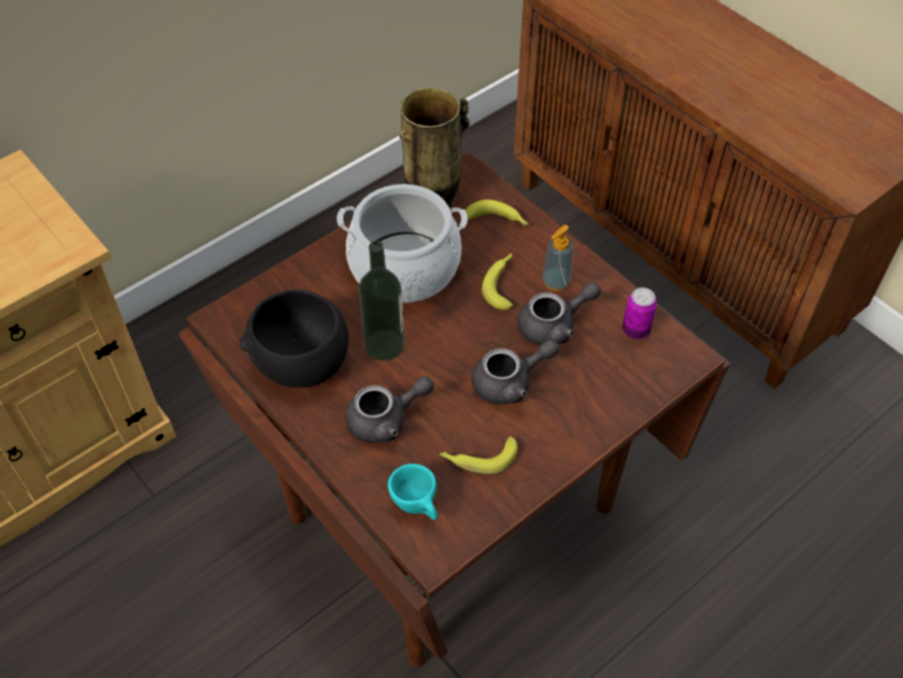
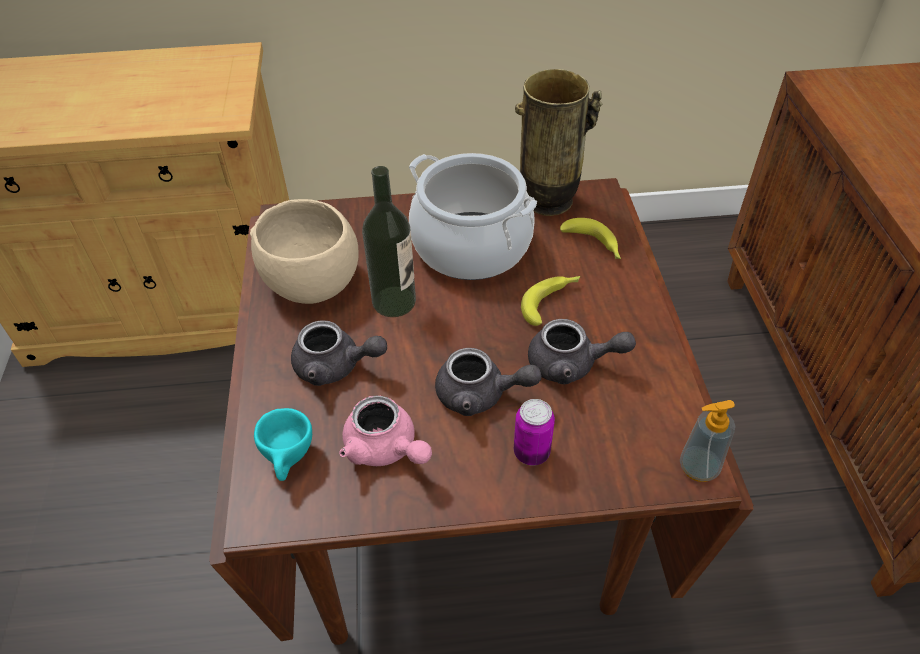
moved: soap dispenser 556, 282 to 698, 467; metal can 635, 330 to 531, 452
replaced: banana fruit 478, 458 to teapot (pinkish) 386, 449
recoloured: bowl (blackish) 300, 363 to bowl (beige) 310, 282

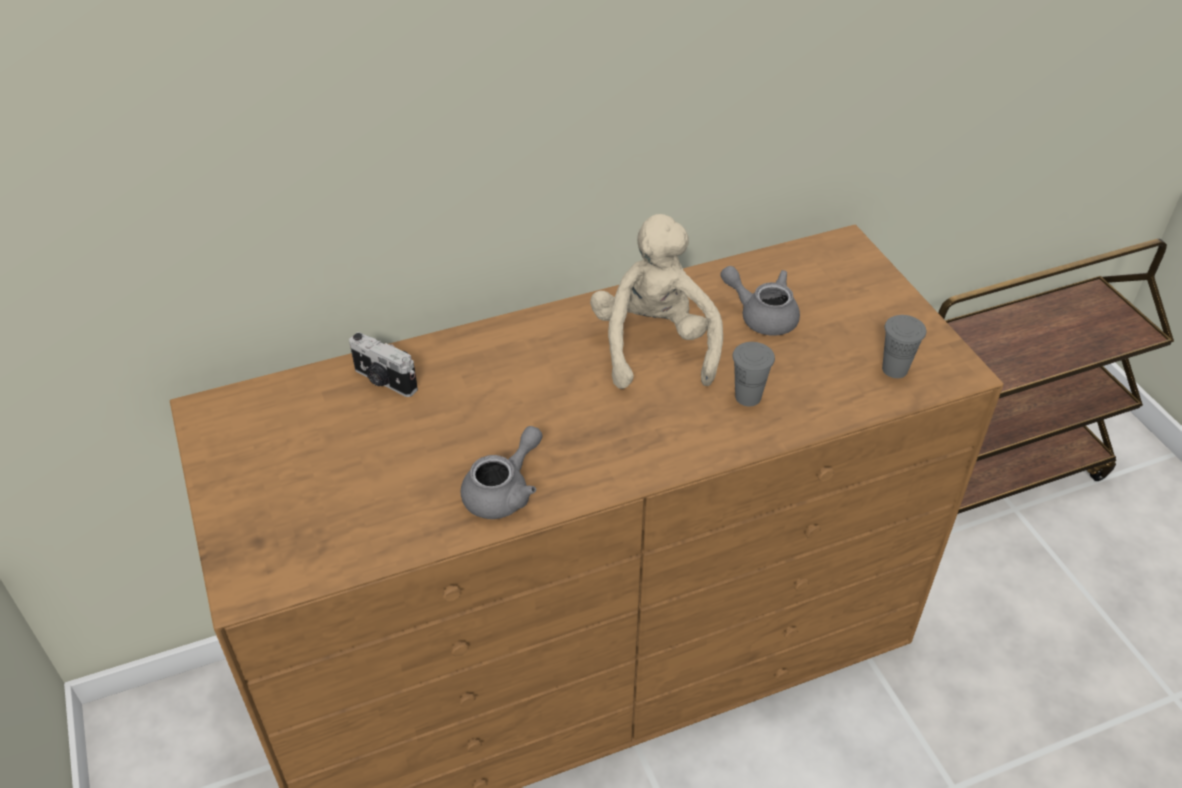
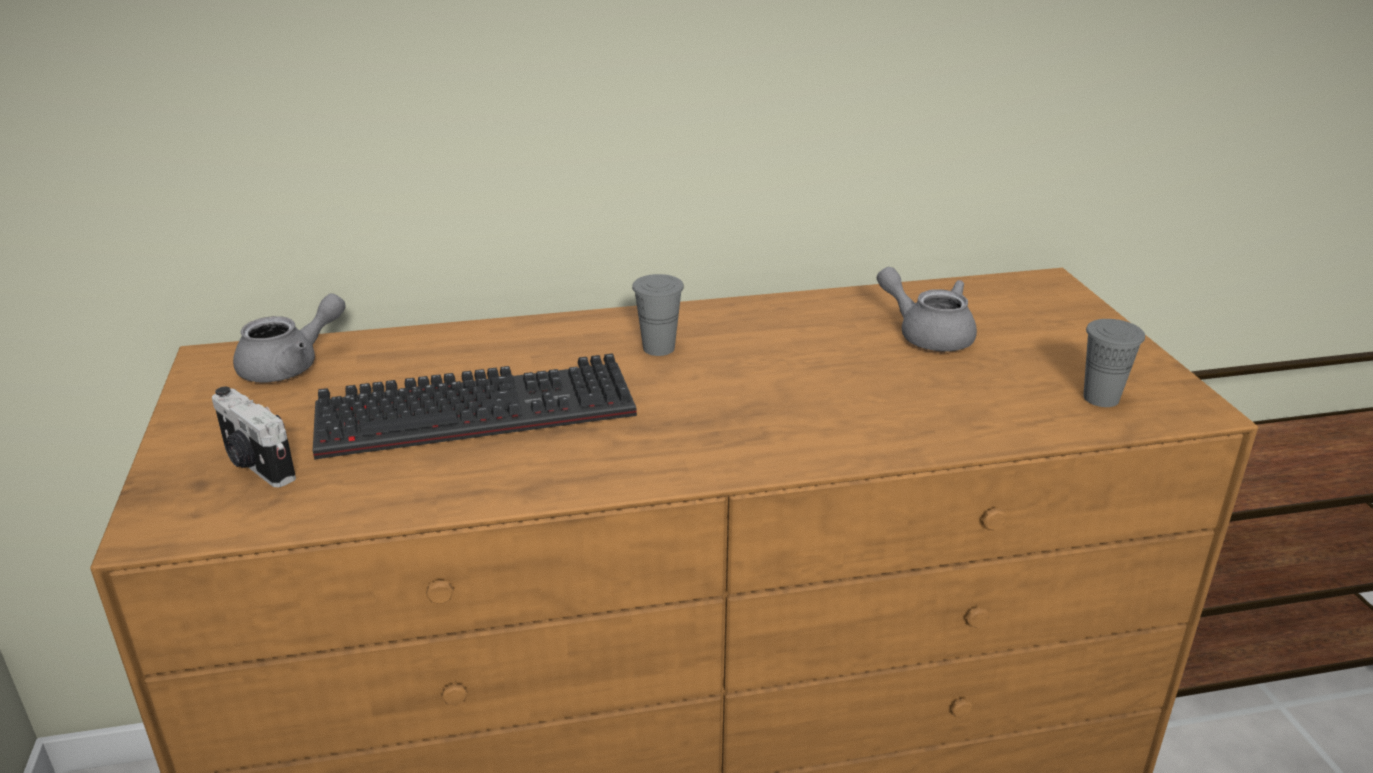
removed: cuddly toy (beige) 654, 345
added: keyboard 481, 409
moved: photo camera 384, 381 to 256, 464; cup (greyish) 748, 397 to 658, 348; teapot (greyish) 504, 491 to 291, 366

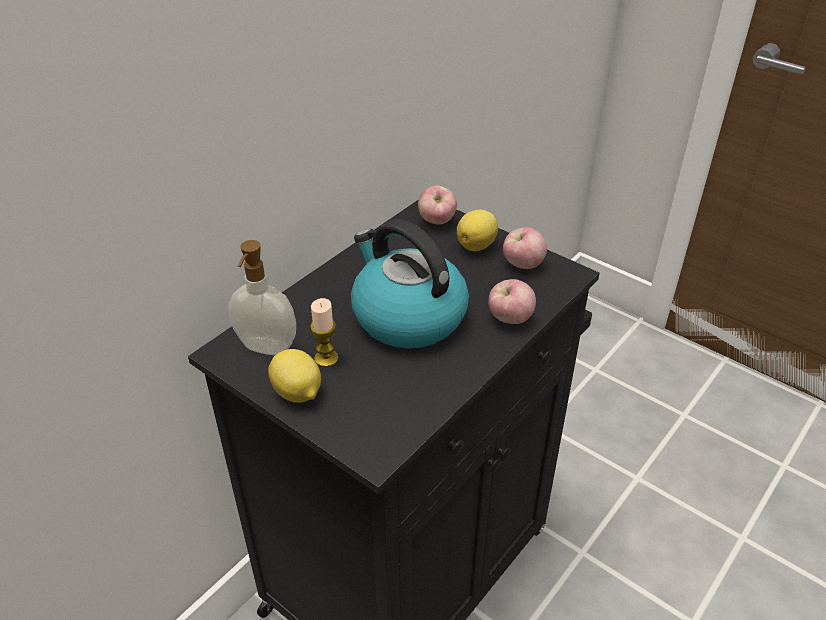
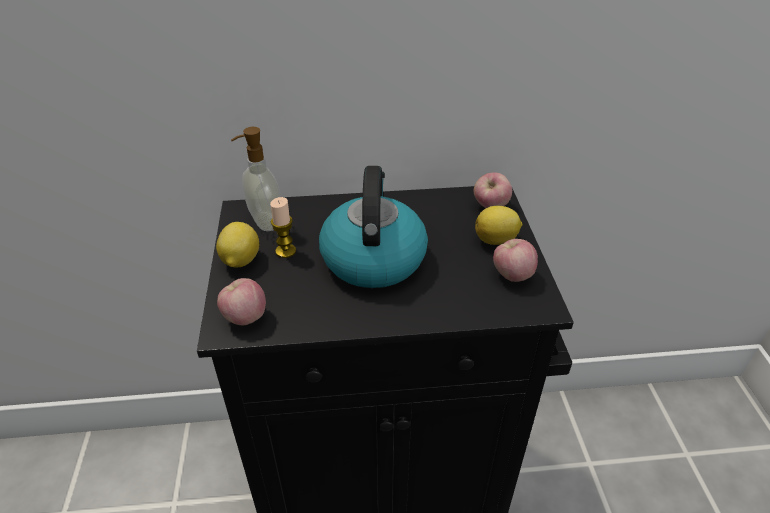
moved: whole apple 510, 319 to 245, 317

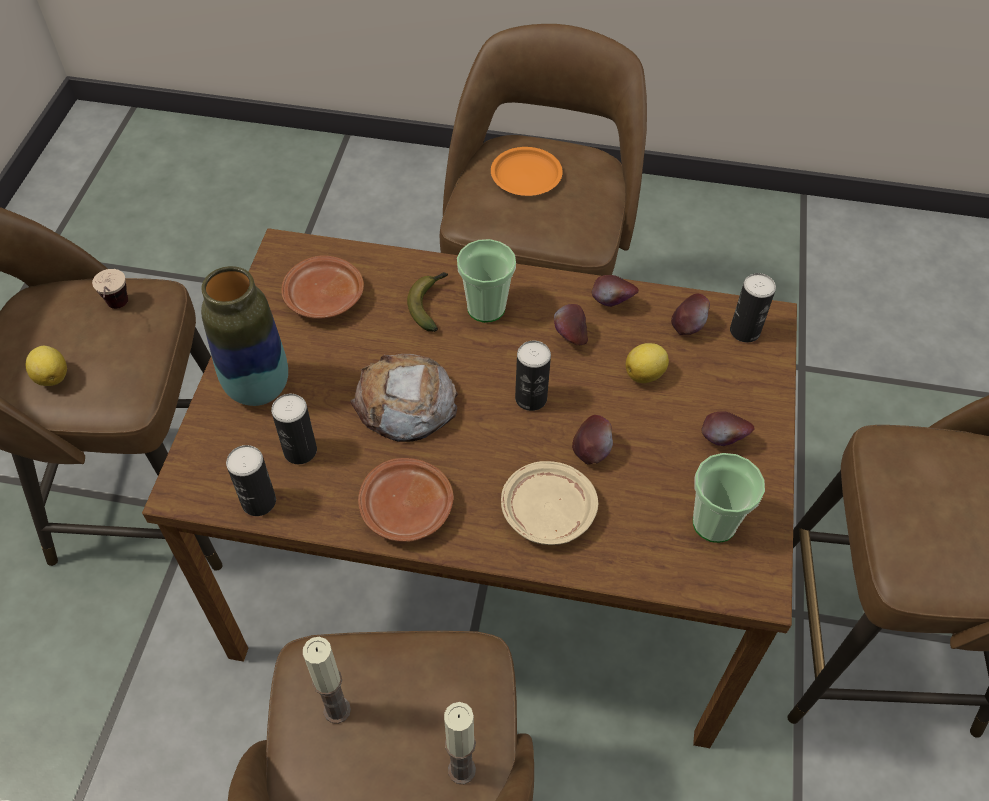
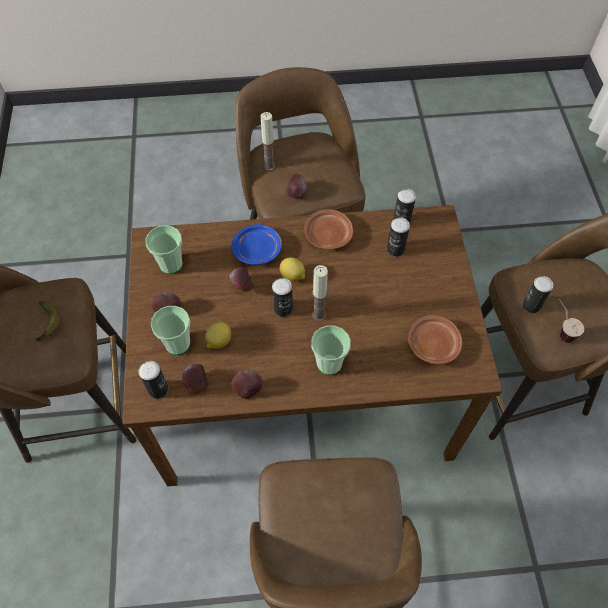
removed: flat dish (orange-coloured) 526, 175; flower vase 258, 388; bakery bread 405, 403
added: metal can 531, 305; cup 177, 344
moved: banana fruit 430, 304 to 48, 324; whole apple 569, 338 to 296, 193; citrus fruit 52, 376 to 293, 276; wax candle 337, 710 to 319, 315
recoloured: flat dish (beige) 546, 511 to flat dish (blue-coloured) 258, 250

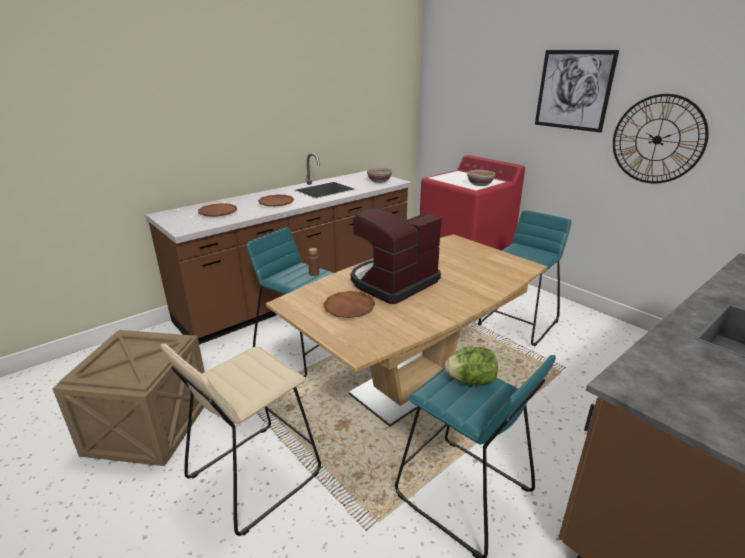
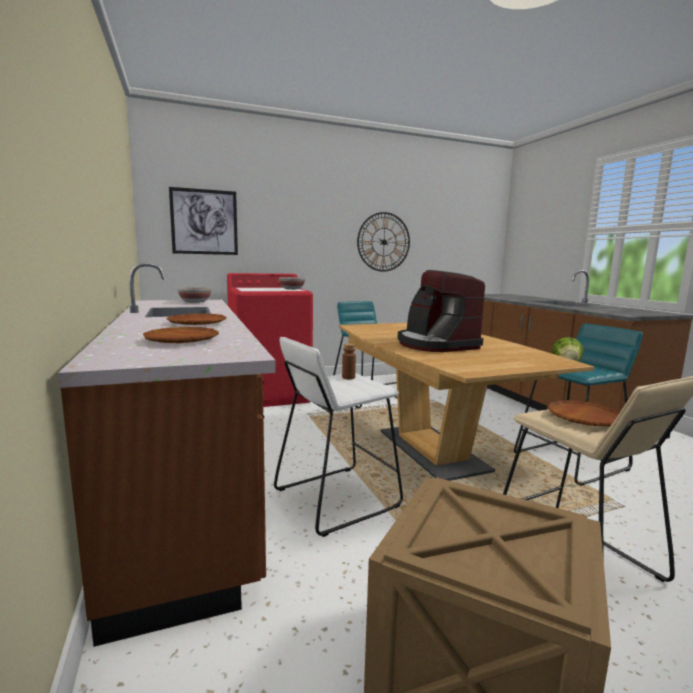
moved: picture 573, 90 to 204, 222; flat dish (brown) 349, 308 to 583, 418
recoloured: sitting stool (turquoise) 302, 350 to sitting stool (white) 336, 498

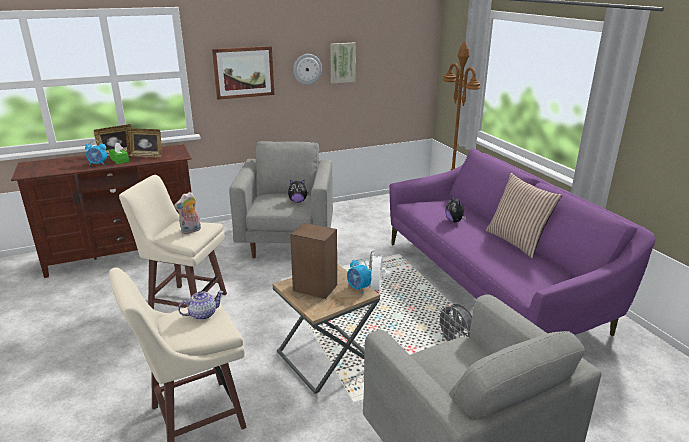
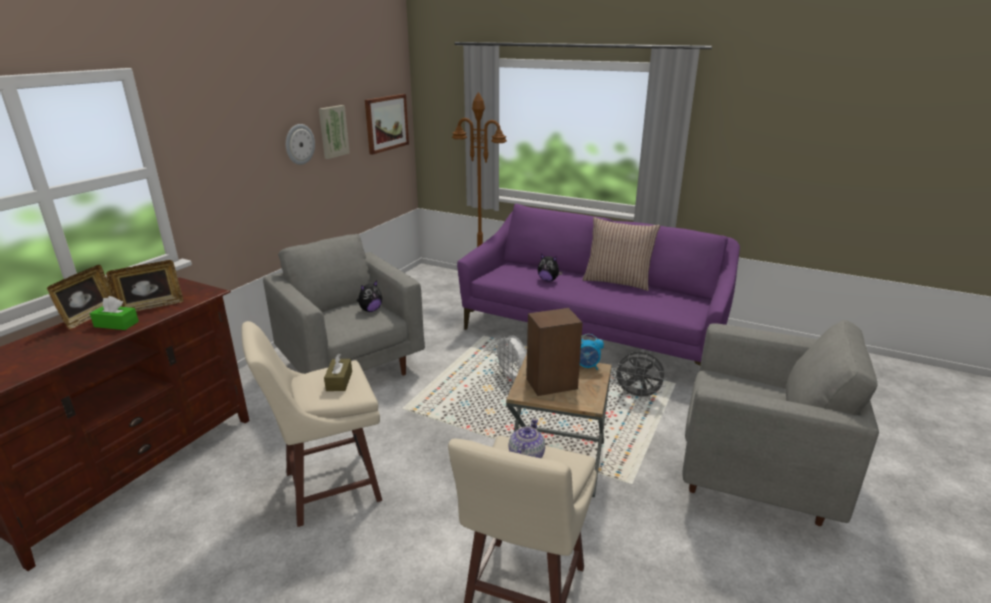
removed: alarm clock 98, 164
moved: picture 243, 72 to 386, 123
replaced: cuddly toy 191, 231 to tissue holder (brown) 339, 381

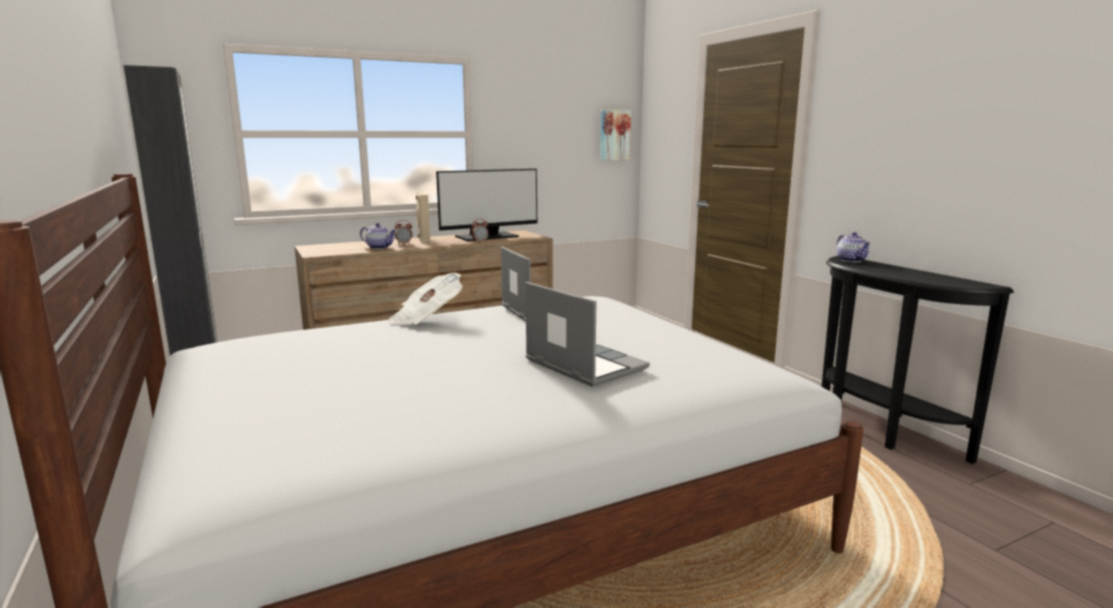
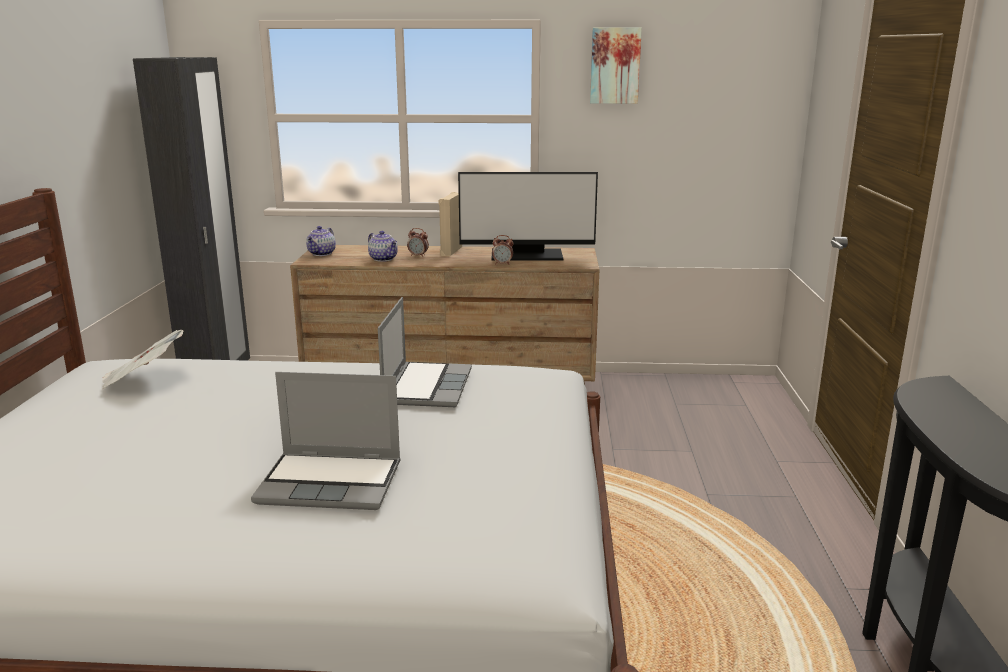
moved: picture 614, 135 to 615, 65; teapot 852, 260 to 322, 254; printed paper 426, 318 to 143, 380
turned: portable computer 583, 365 = 332, 482 105 degrees clockwise

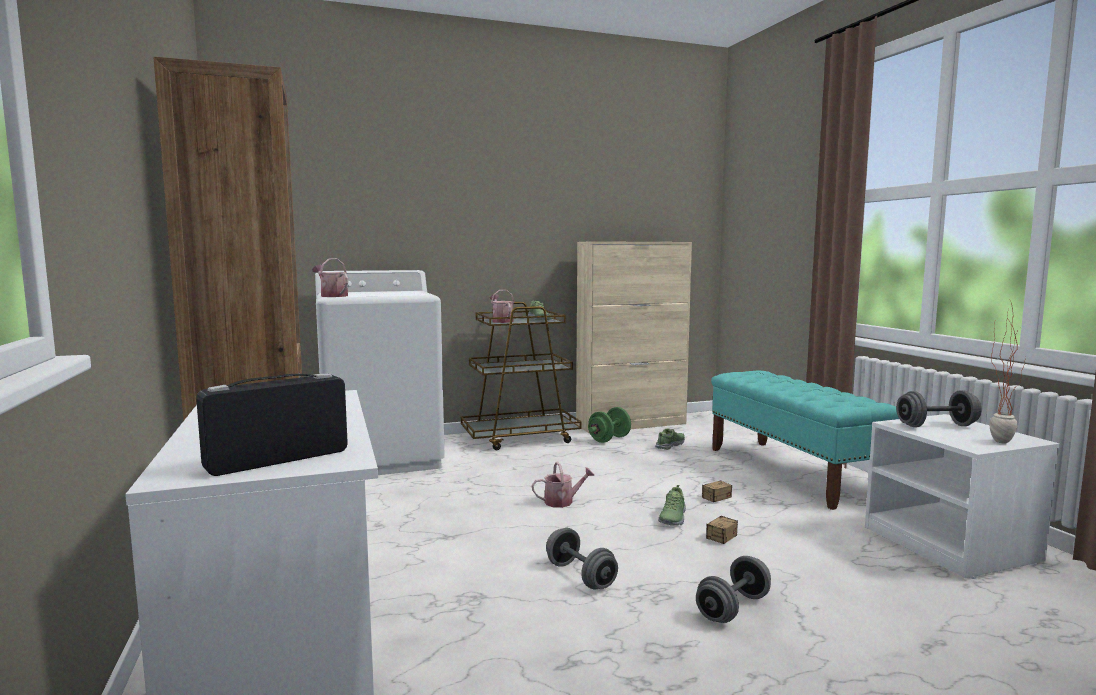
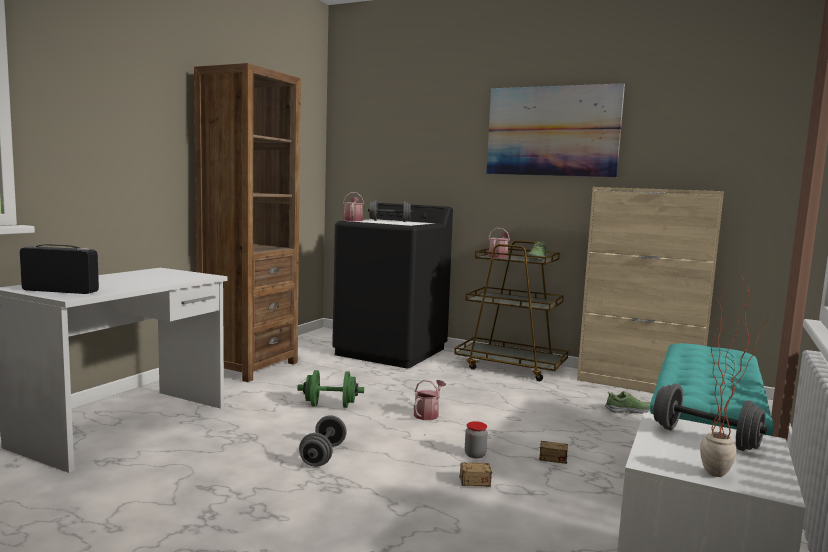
added: picture 552, 131
moved: hand weight (green-coloured) 609, 439 to 330, 405; hand weight (greyish) 733, 608 to 389, 221
replaced: low shoe 672, 518 to jar 475, 455
recoloured: laundry appliance (white) 382, 457 to laundry appliance (blackish) 391, 351
turned: sprinkling can 563, 501 = 428, 414 90 degrees counterclockwise

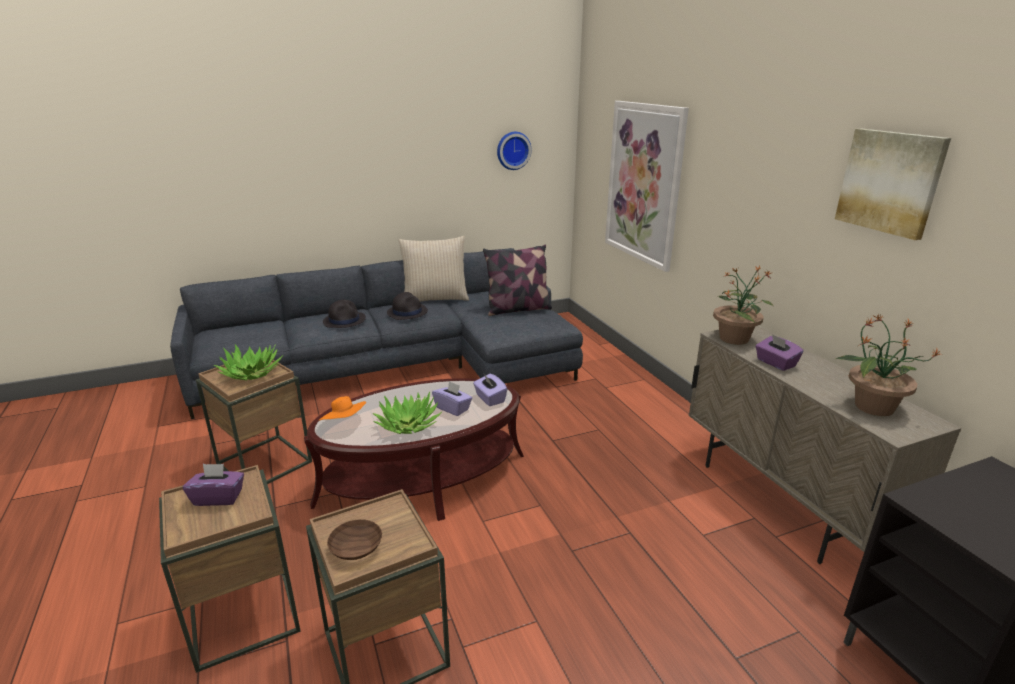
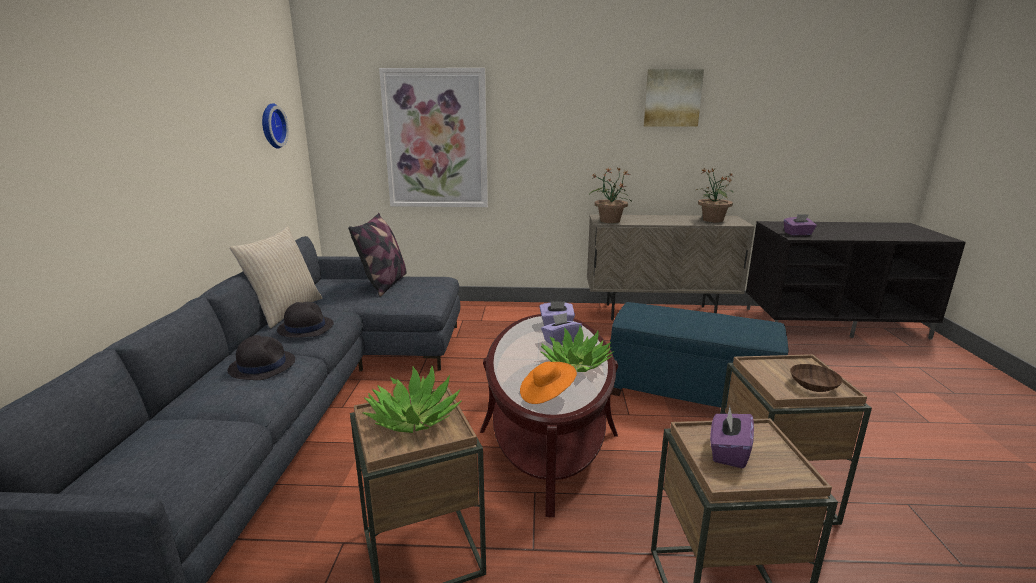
added: pouffe (blue-coloured) 690, 392
moved: tissue holder (purple) 775, 363 to 798, 234

